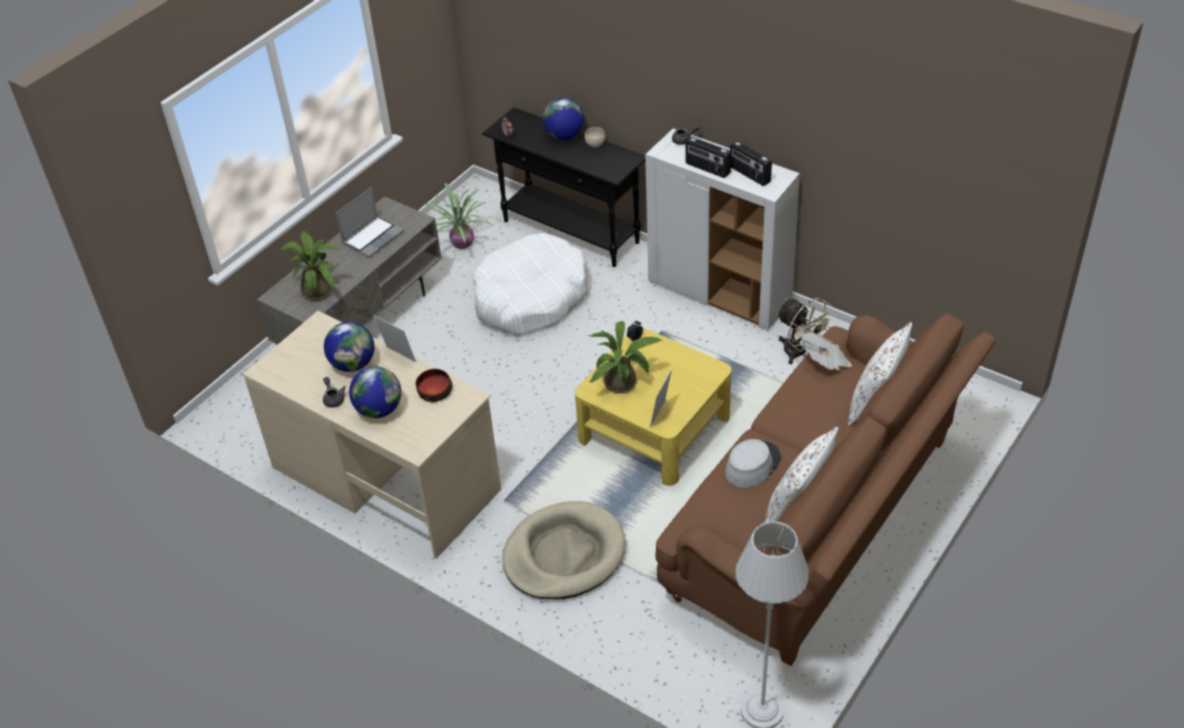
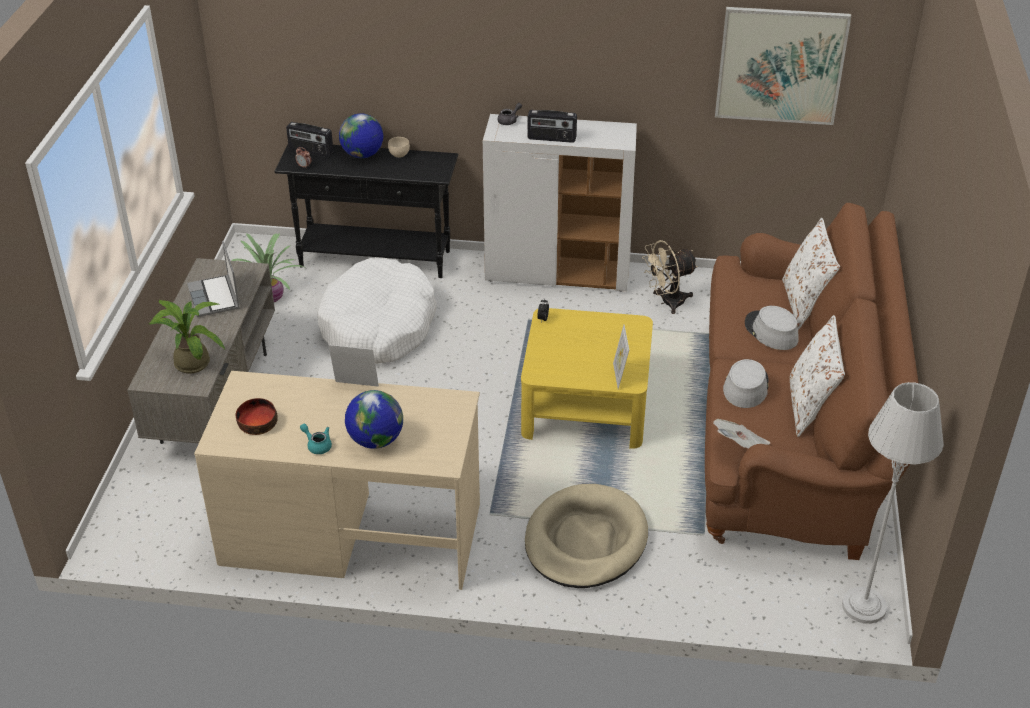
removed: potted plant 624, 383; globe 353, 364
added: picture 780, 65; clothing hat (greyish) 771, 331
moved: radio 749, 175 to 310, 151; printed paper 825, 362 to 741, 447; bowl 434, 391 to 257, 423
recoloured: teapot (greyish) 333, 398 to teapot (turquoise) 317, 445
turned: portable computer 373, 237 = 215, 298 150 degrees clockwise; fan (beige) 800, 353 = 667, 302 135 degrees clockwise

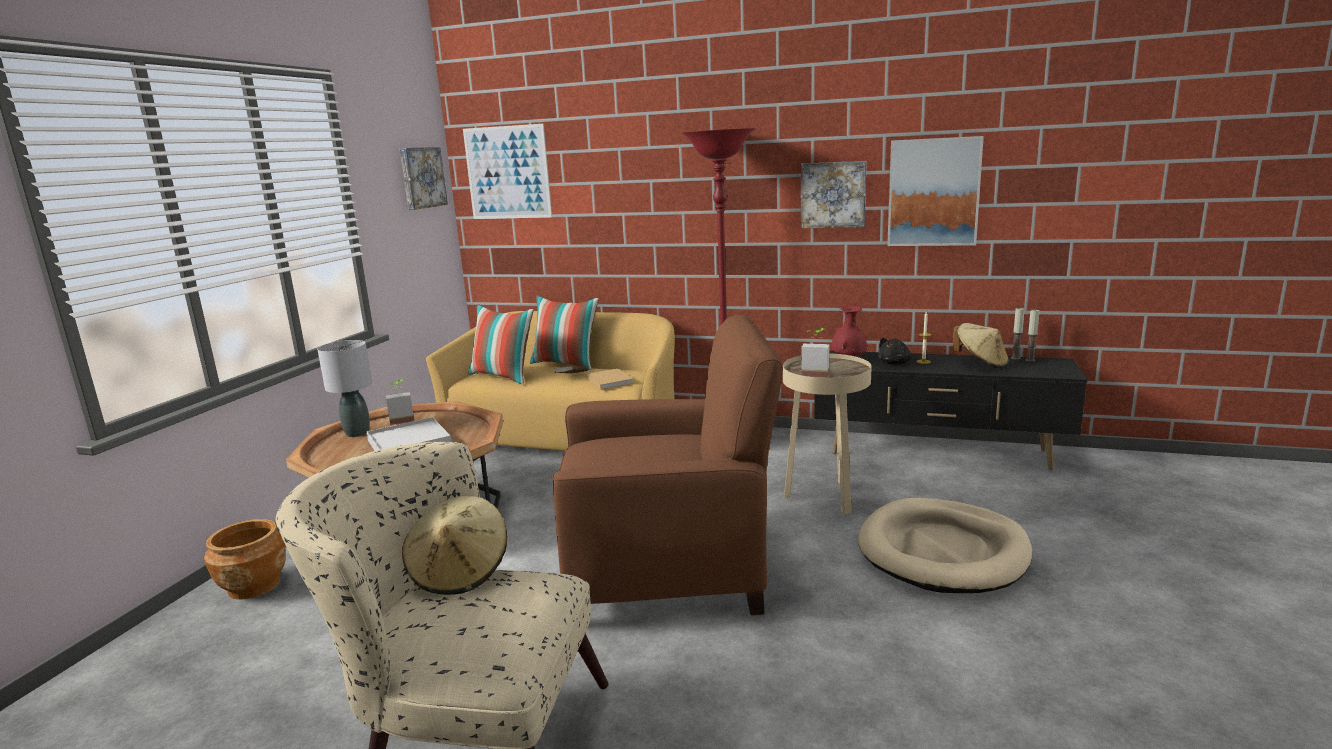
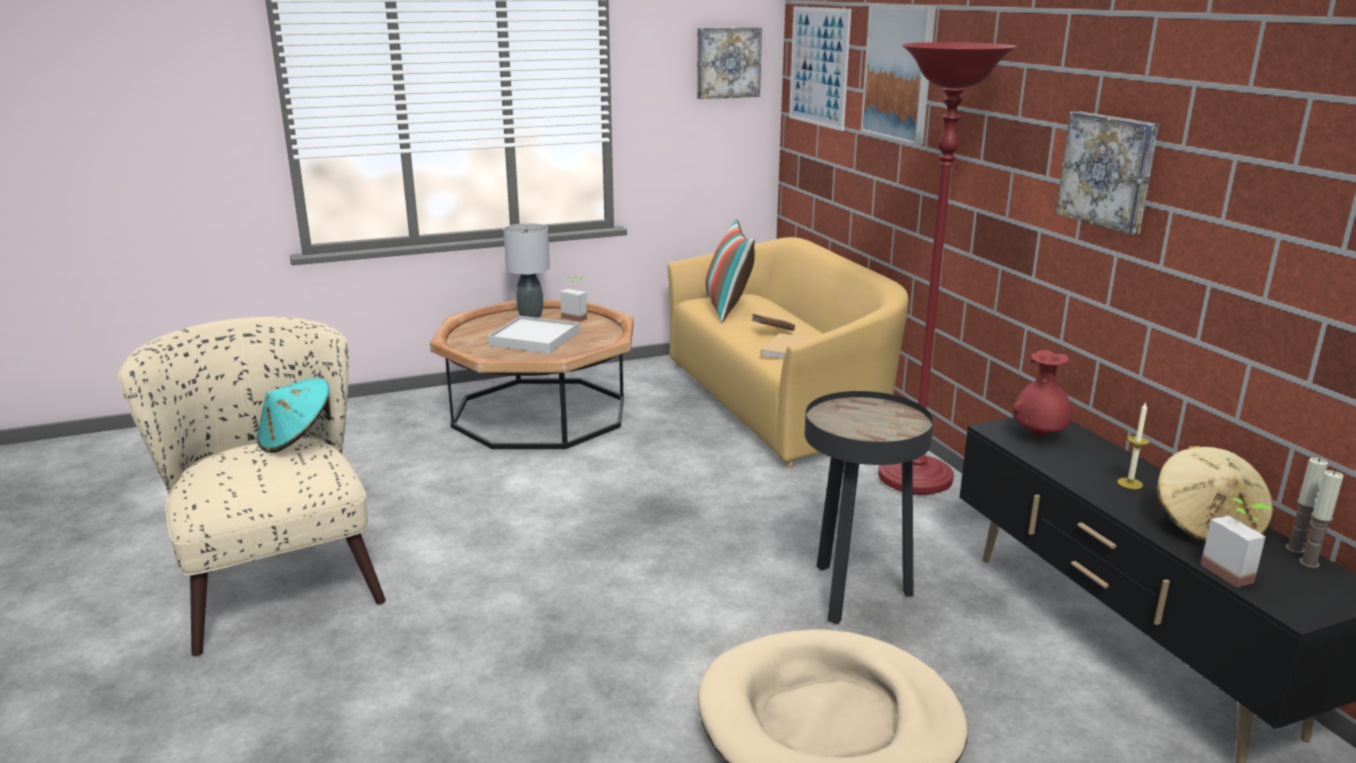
removed: pillow 566, 364; armchair (brown) 667, 568; cuddly toy (blackish) 895, 363; plant pot (brown) 254, 586
moved: picture 933, 192 to 899, 73; potted plant 816, 373 to 1234, 571
recoloured: side table (beige) 825, 497 to side table (blackish) 855, 594; clothing hat (beige) 460, 572 to clothing hat (turquoise) 298, 439

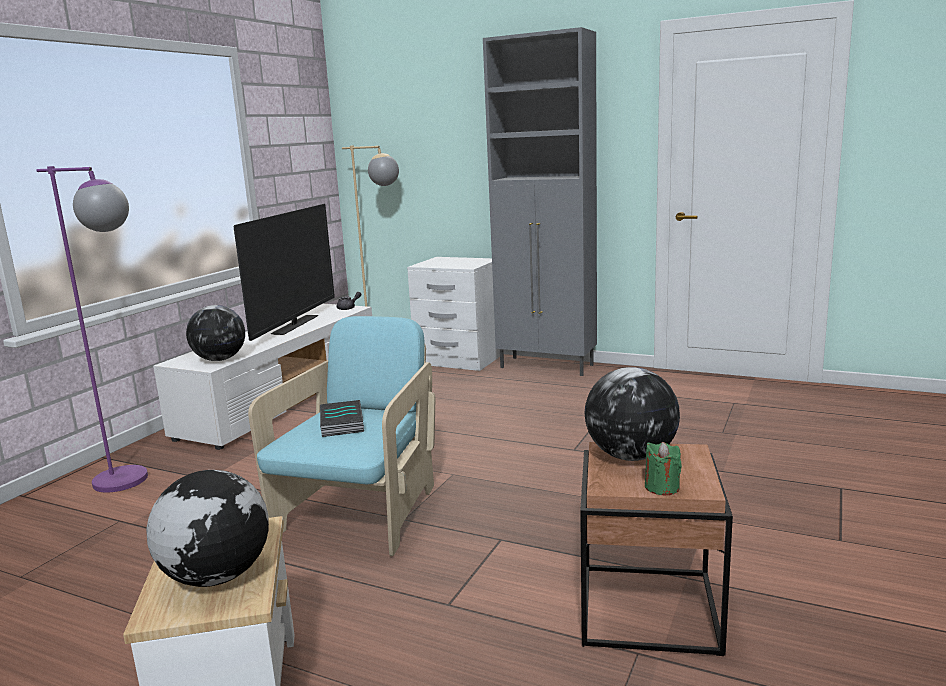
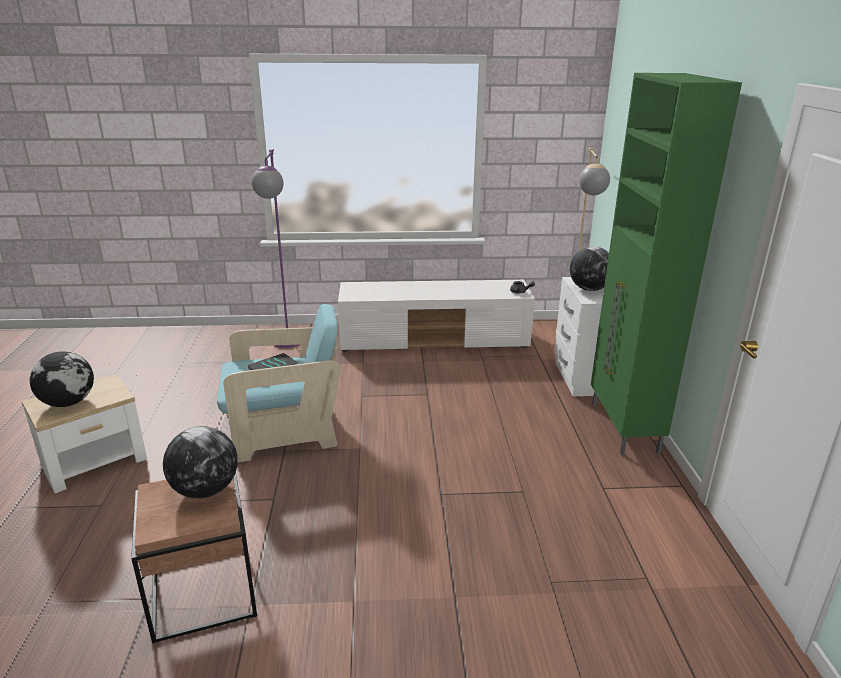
removed: TV 295, 325; wax candle (green-coloured) 662, 487
moved: globe 219, 359 to 589, 289
recoloured: cupboard (greyish) 547, 366 to cupboard (green-coloured) 624, 428

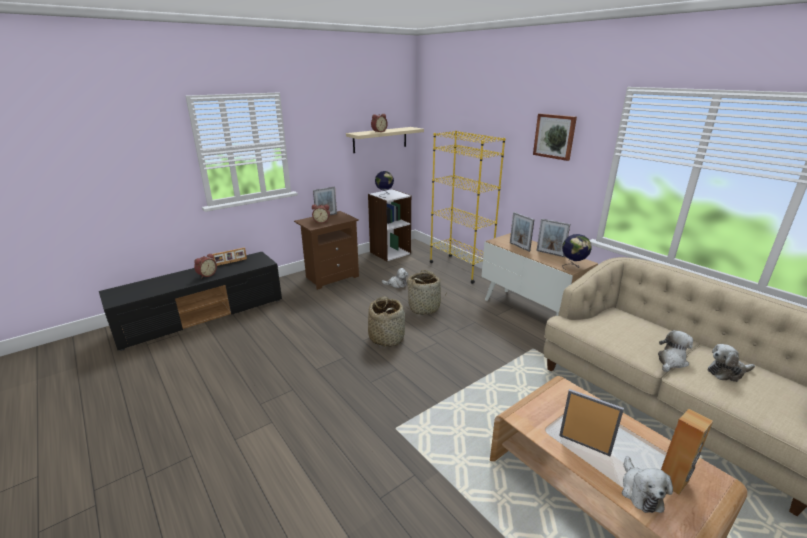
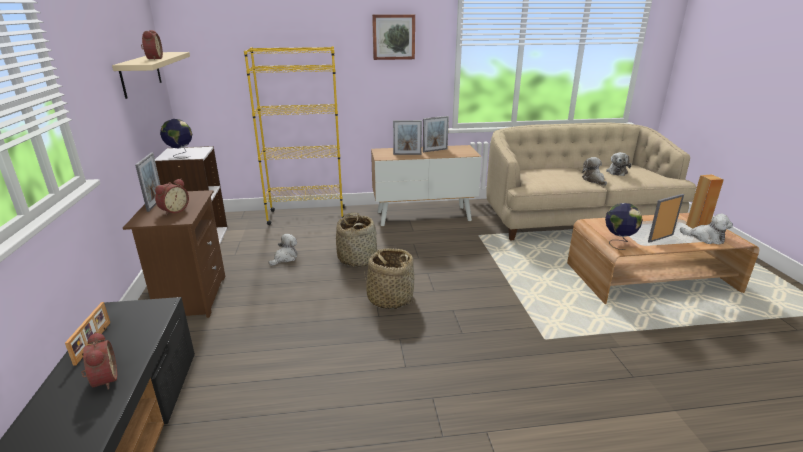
moved: globe 573, 266 to 618, 243

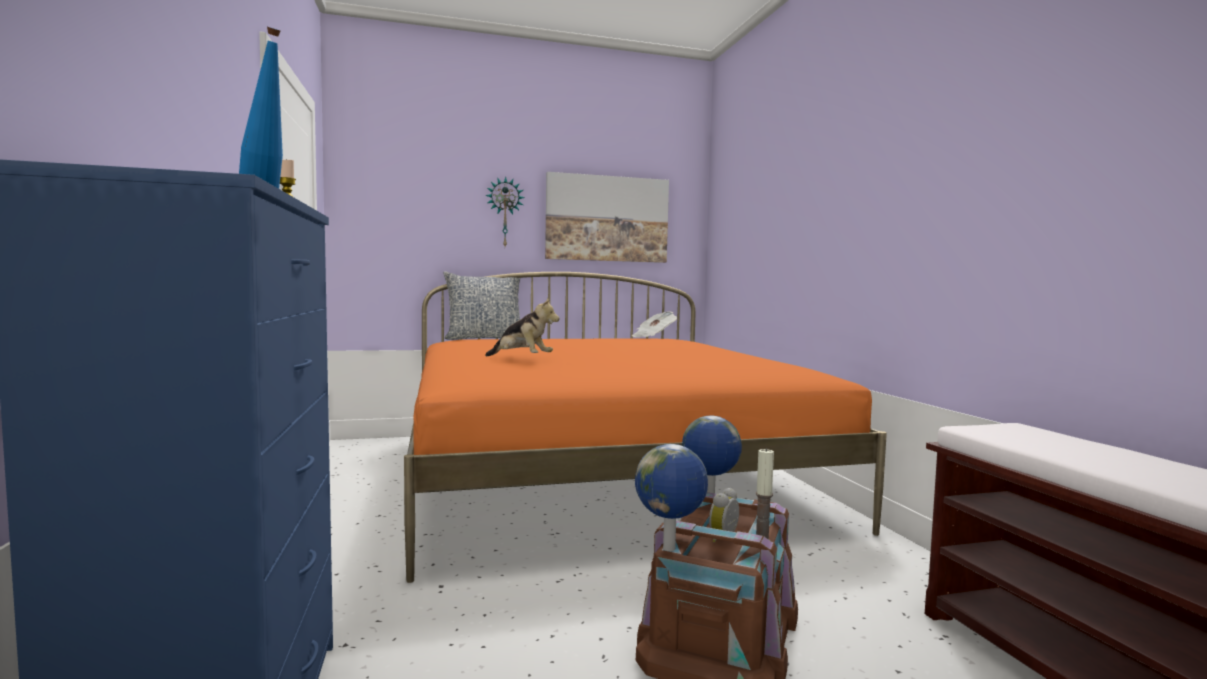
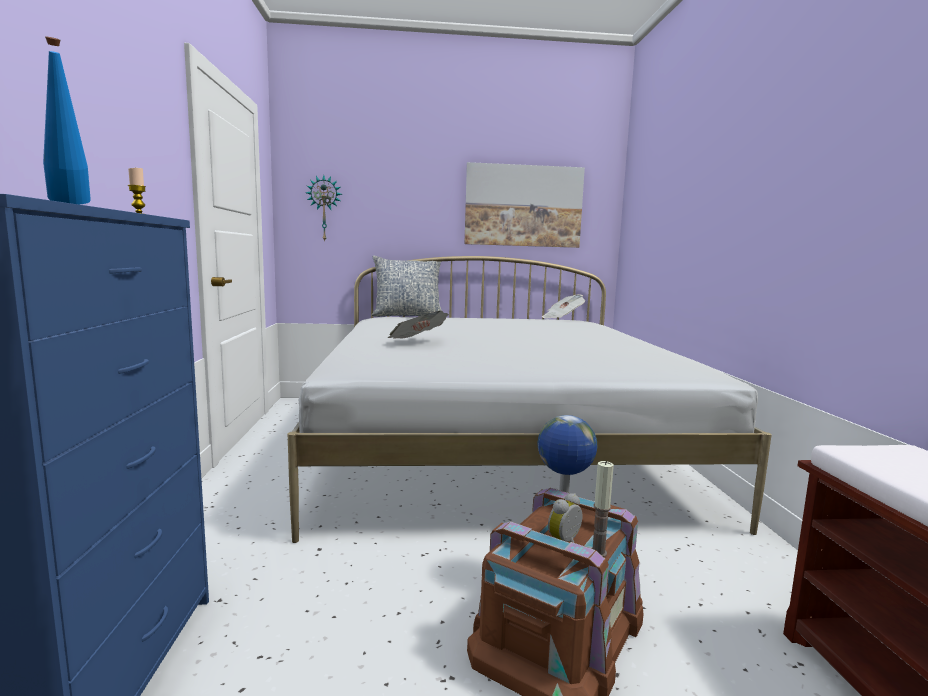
removed: globe 670, 549
moved: clock on the wall 504, 212 to 324, 208
replaced: cuddly toy 521, 359 to printed paper 417, 342
recoloured: bedroom bed (orange-coloured) 601, 475 to bedroom bed (white) 497, 447

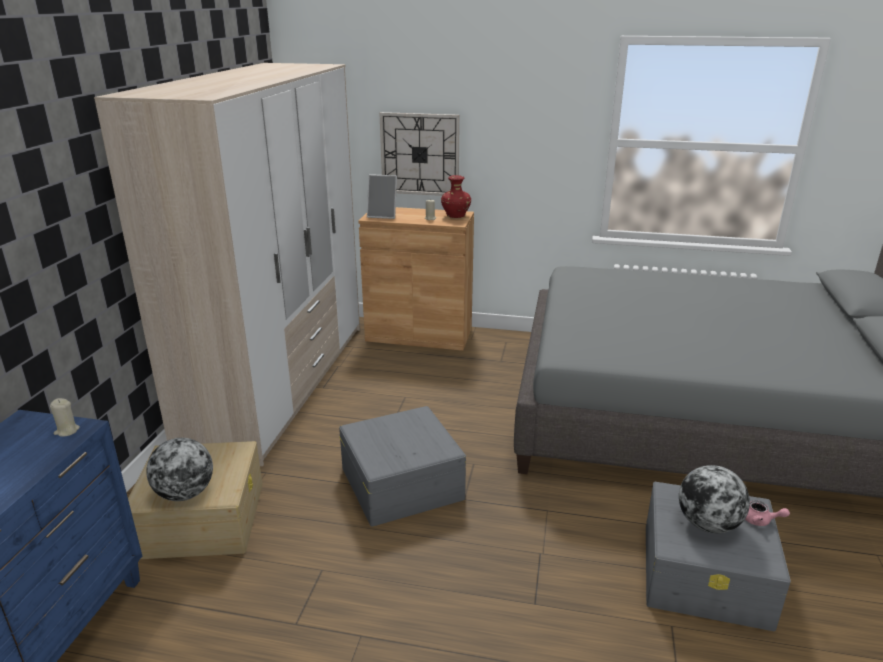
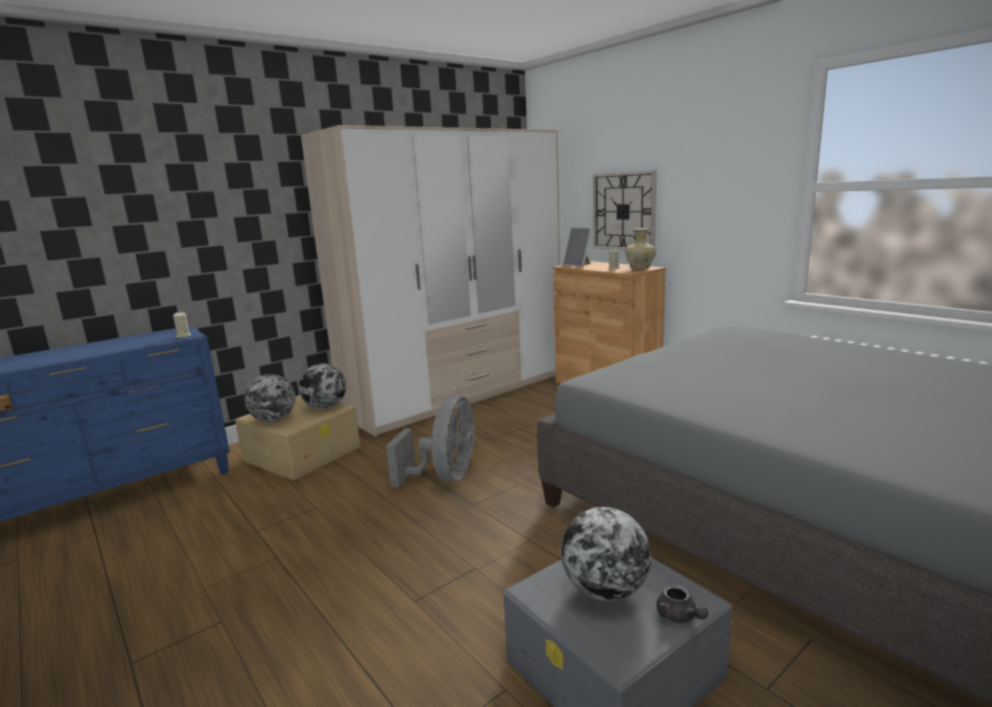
added: globe 325, 407
replaced: storage box (greyish) 401, 482 to fan (greyish) 445, 476
recoloured: flower vase (red) 455, 216 to flower vase (beige) 639, 268; teapot (pinkish) 760, 520 to teapot (greyish) 679, 617

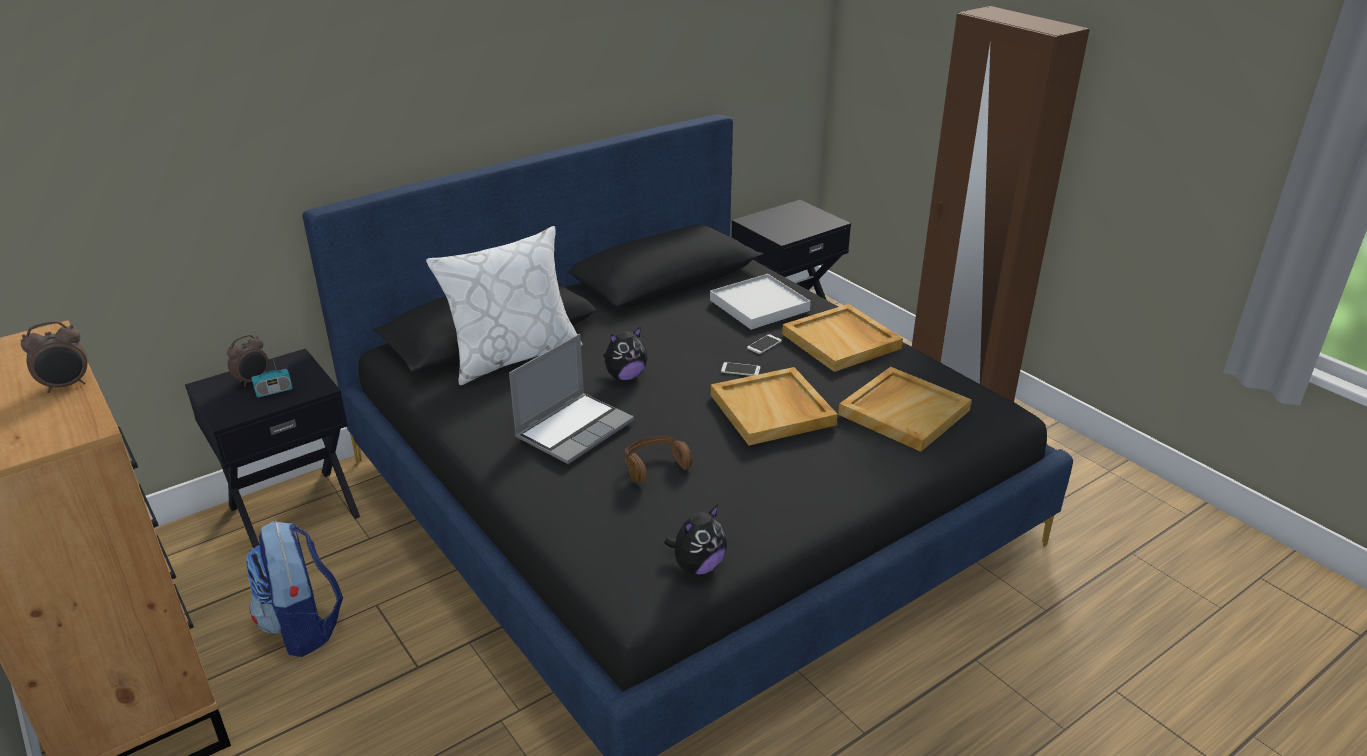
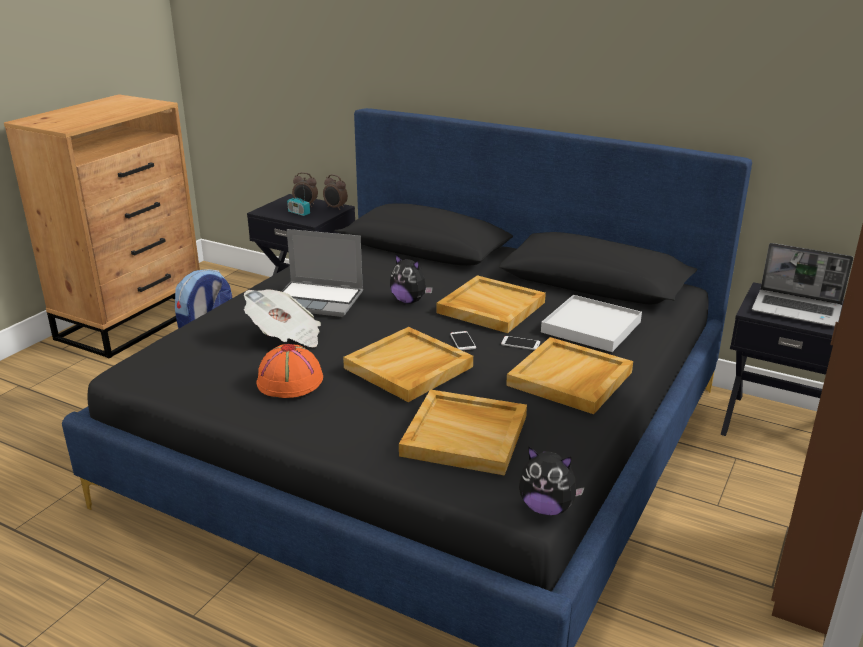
removed: pillow (white) 513, 355
added: portable computer 797, 310; tray (beige) 490, 307; clothing hat (orange-coloured) 290, 382
moved: alarm clock 67, 386 to 335, 208; cuddly toy 697, 566 to 547, 508
replaced: headphones (brown) 655, 466 to printed paper 286, 336

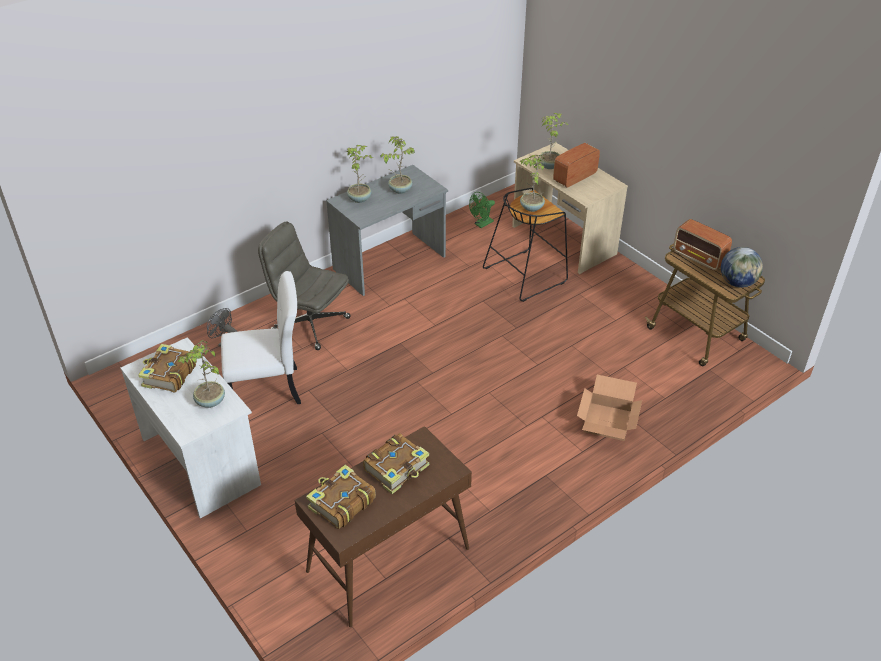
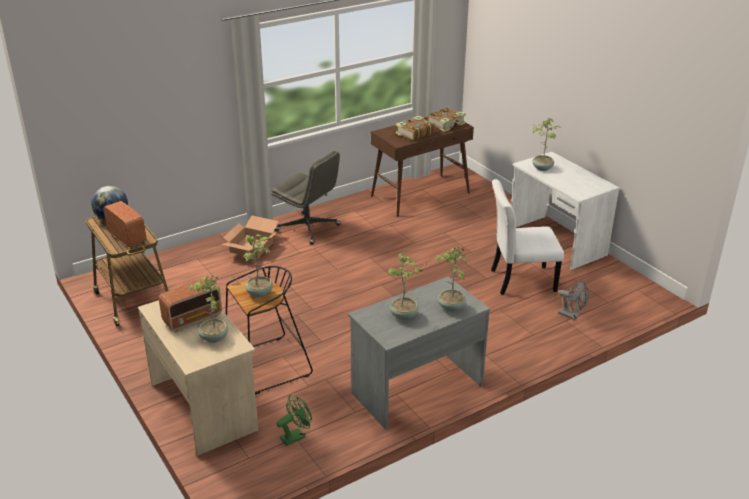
removed: volume 169, 375
moved: desk chair (greyish) 309, 324 to 308, 228

